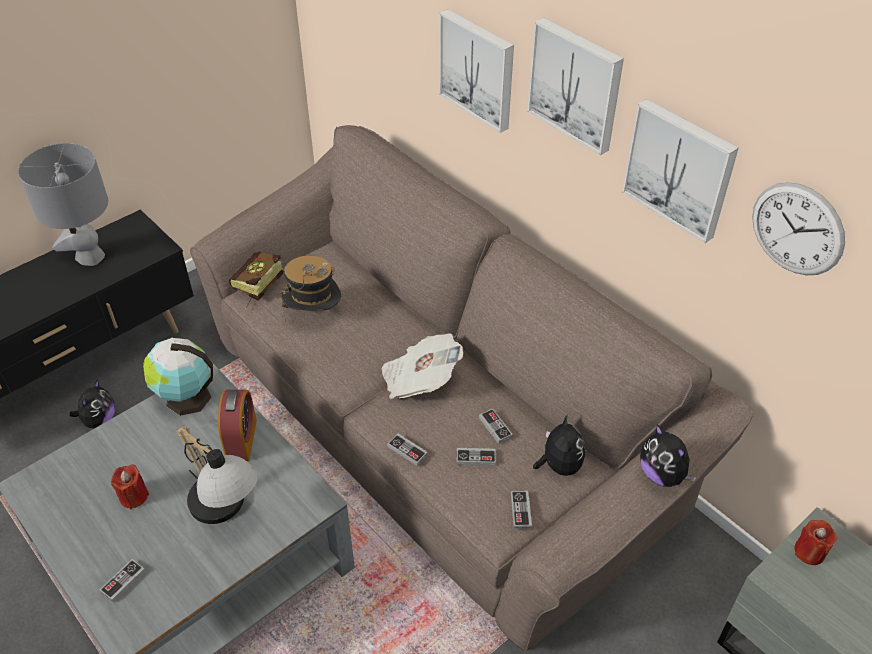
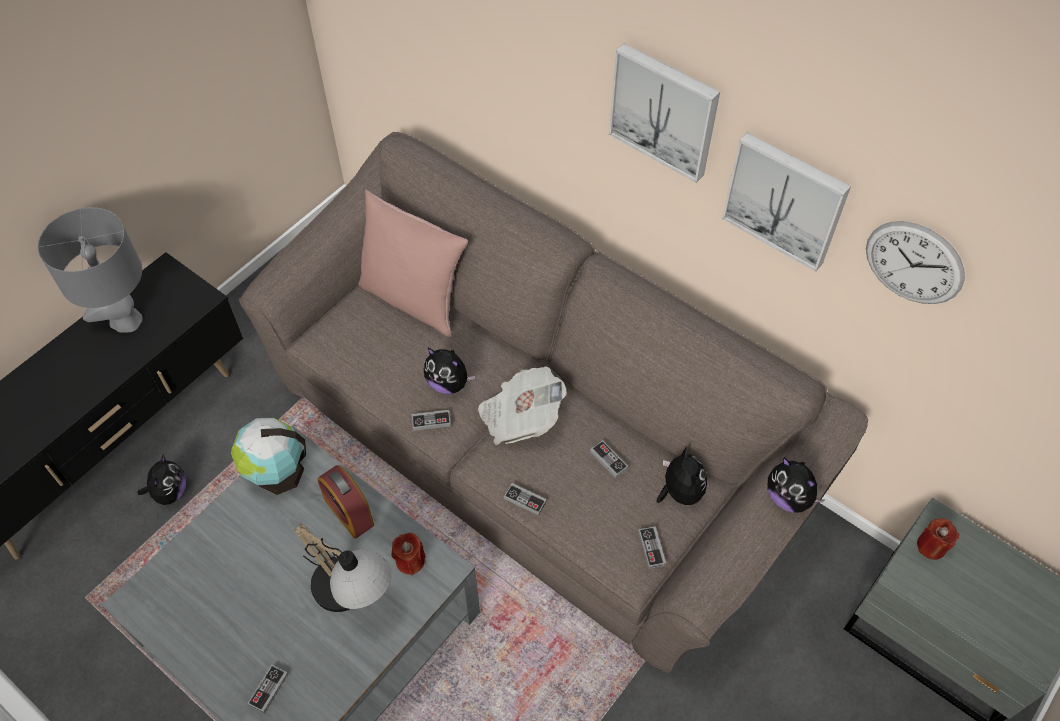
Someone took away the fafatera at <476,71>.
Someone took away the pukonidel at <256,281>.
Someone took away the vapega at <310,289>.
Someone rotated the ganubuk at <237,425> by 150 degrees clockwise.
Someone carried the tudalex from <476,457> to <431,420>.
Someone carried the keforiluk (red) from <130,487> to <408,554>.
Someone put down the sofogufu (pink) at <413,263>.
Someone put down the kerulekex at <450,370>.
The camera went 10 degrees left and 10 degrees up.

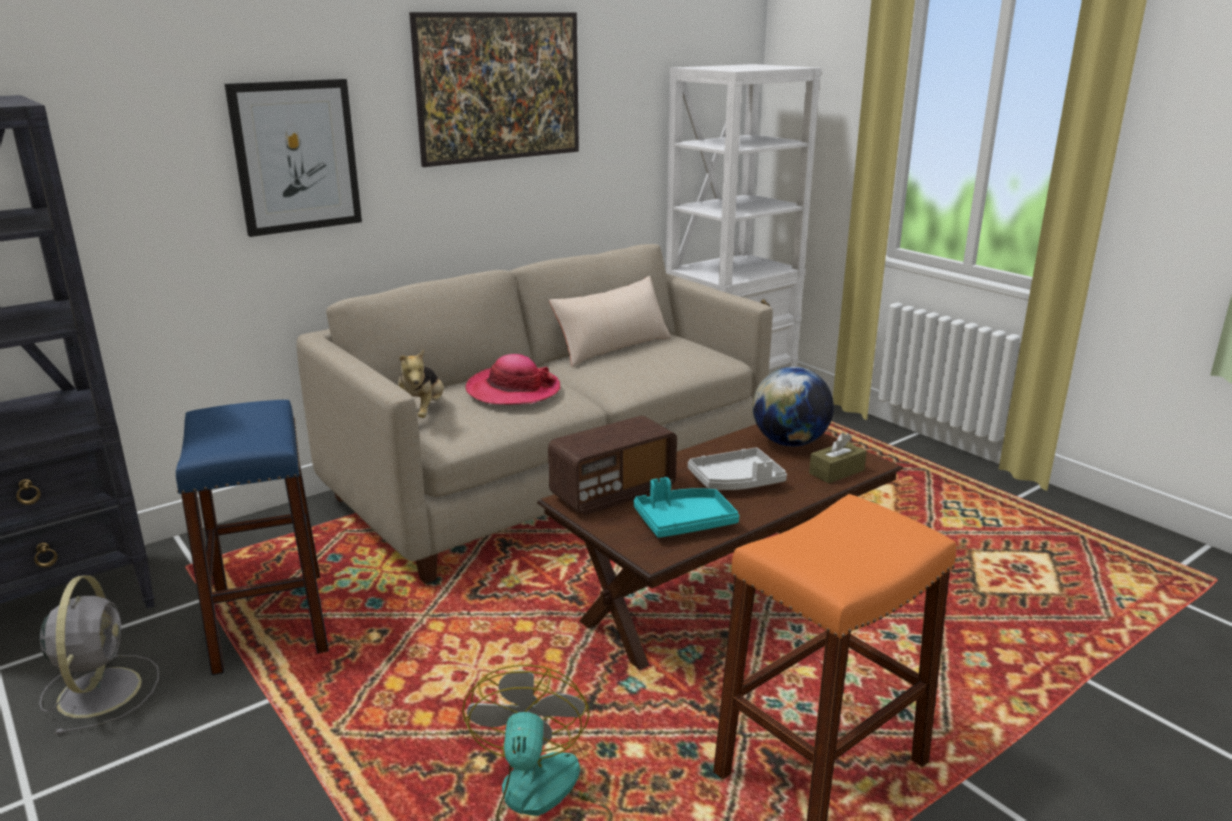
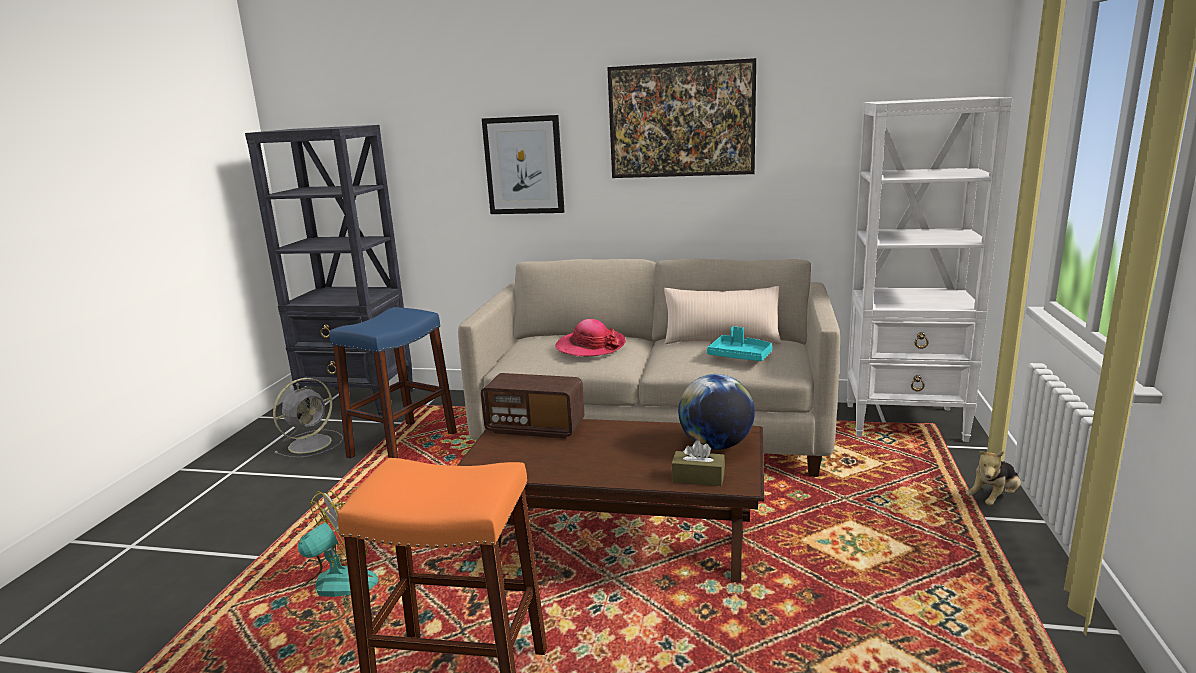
Someone carried the kerulekex from <421,383> to <993,478>.
Someone took away the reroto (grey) at <737,469>.
Someone carried the reroto (turquoise) from <686,507> to <740,343>.
The camera went 50 degrees right and 5 degrees down.

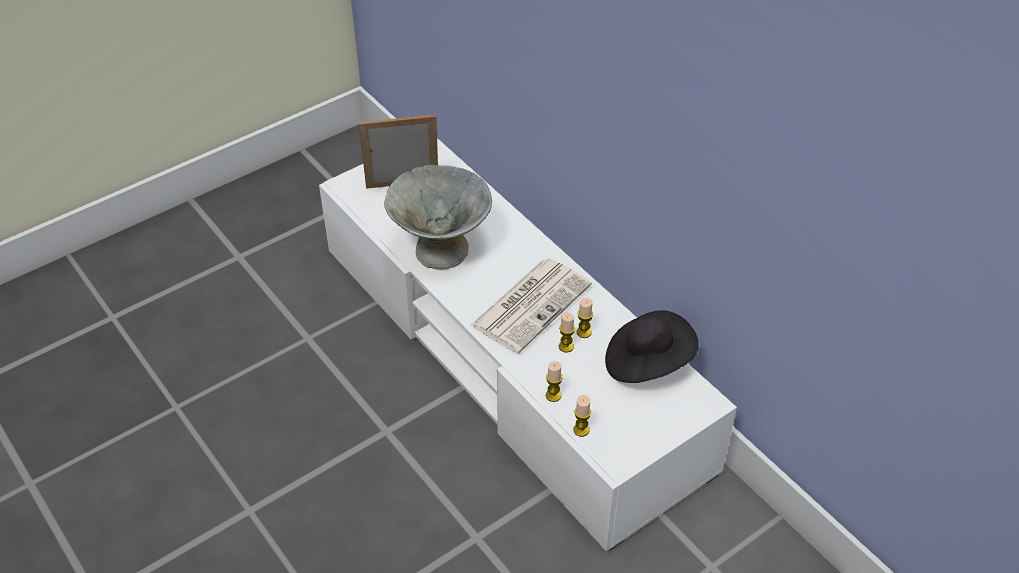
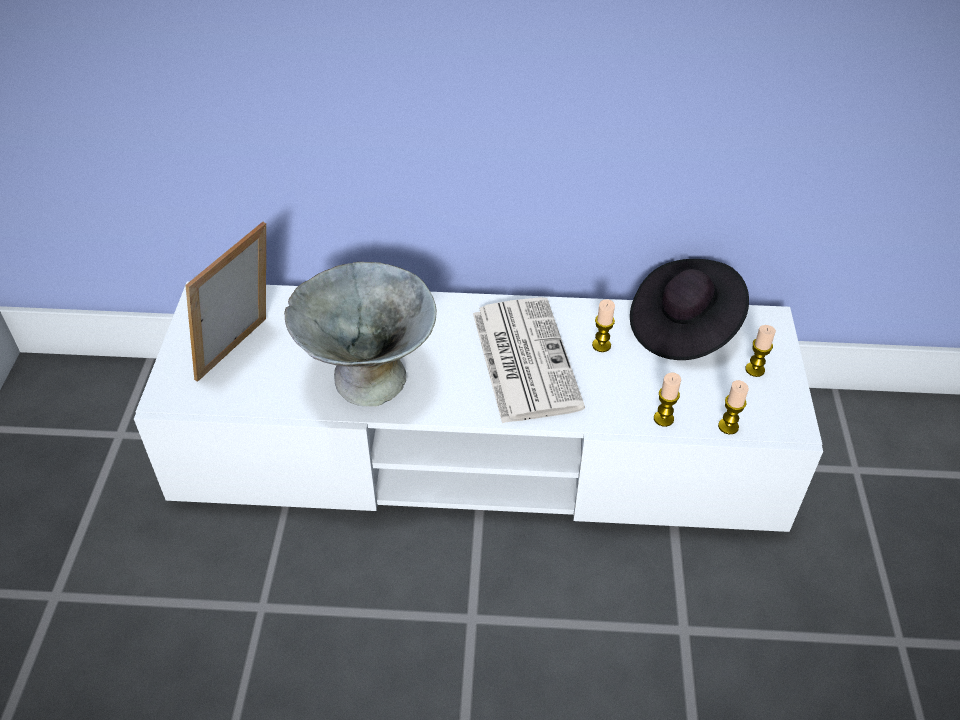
Someone carried the keforiluk from <567,333> to <760,351>.
The camera went 50 degrees left and 0 degrees up.

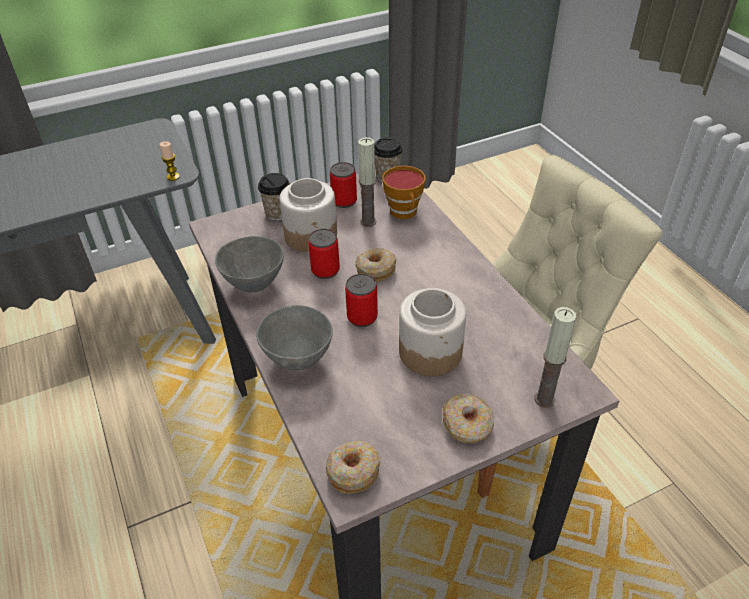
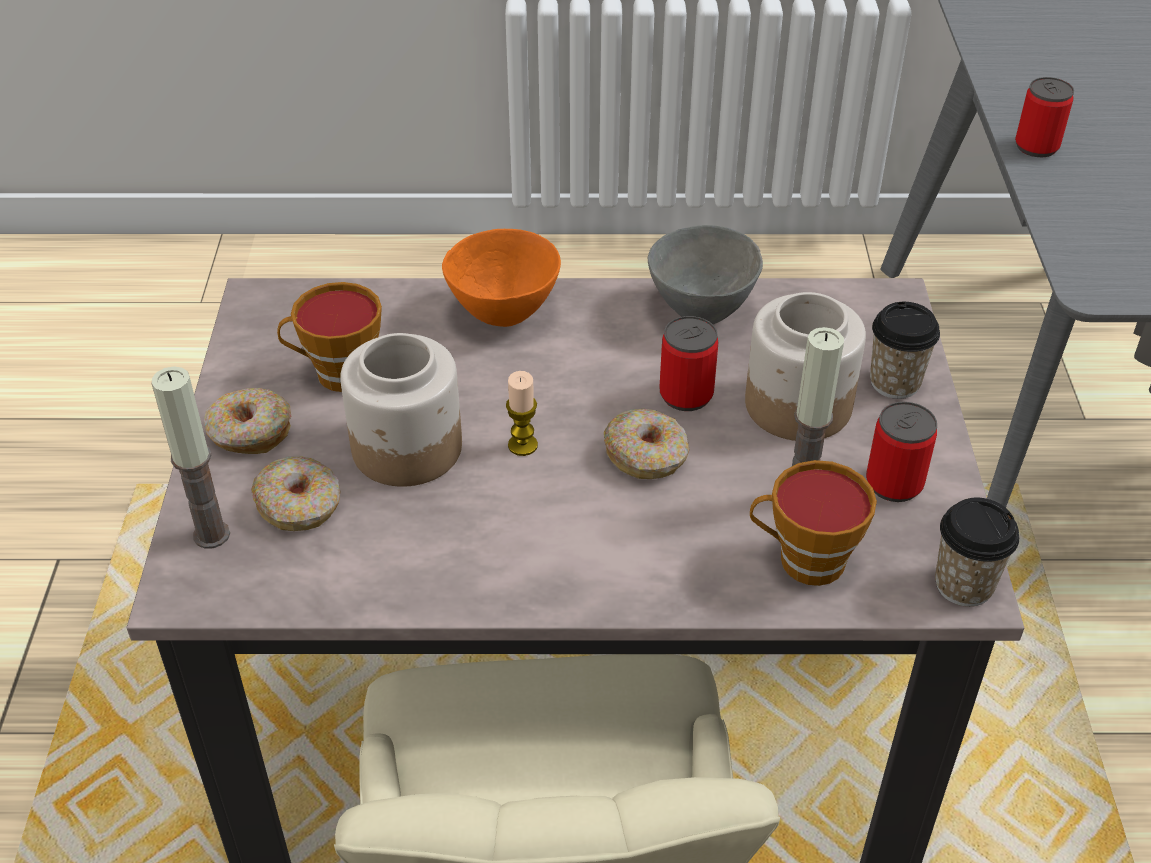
Someone carried the keforiluk from <170,161> to <522,413>.
Someone carried the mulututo from <361,300> to <1044,117>.
Someone repainted the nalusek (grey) at <294,337>, which became the nalusek (orange) at <501,278>.
Someone carried the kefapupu from <353,467> to <296,494>.
Someone put down the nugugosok at <329,337>.
The camera went 115 degrees right and 0 degrees up.

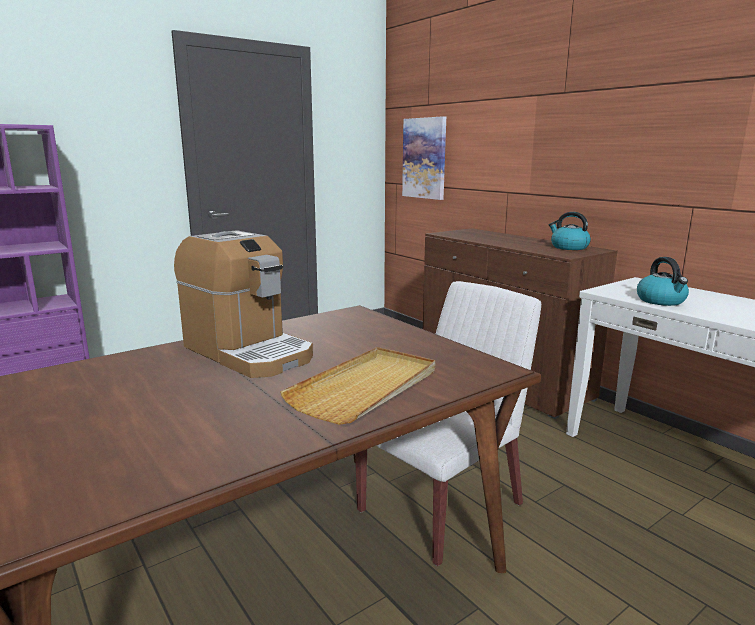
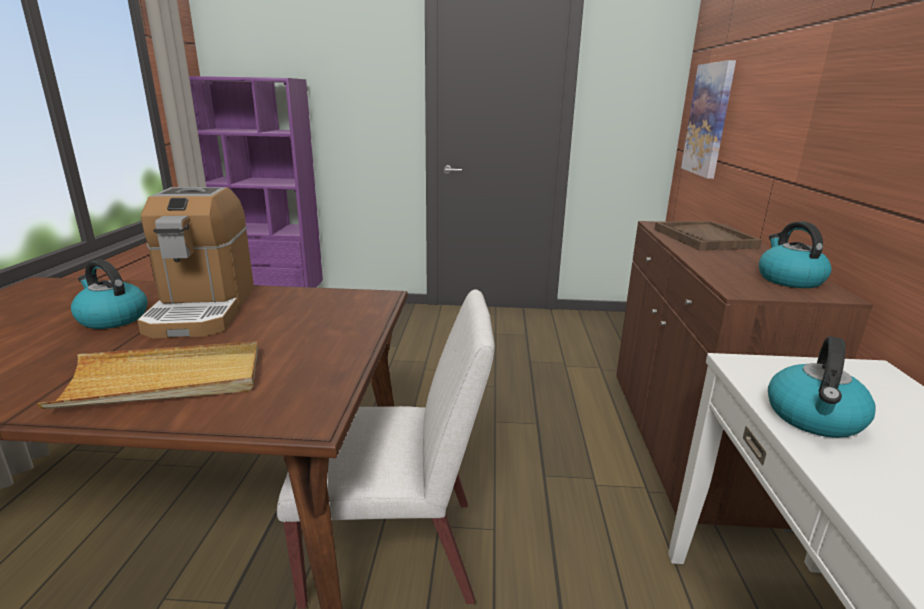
Someone put down the reroto (brown) at <708,235>.
Someone put down the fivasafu at <109,294>.
The camera went 40 degrees right and 5 degrees up.

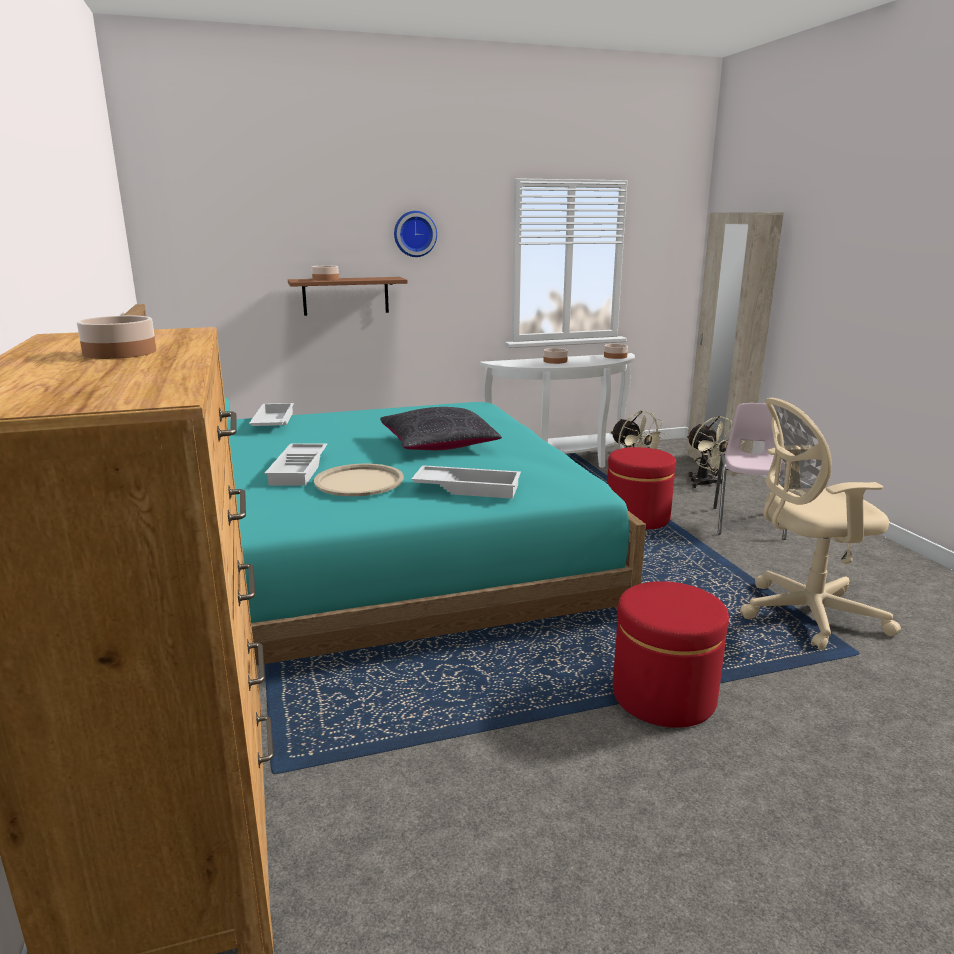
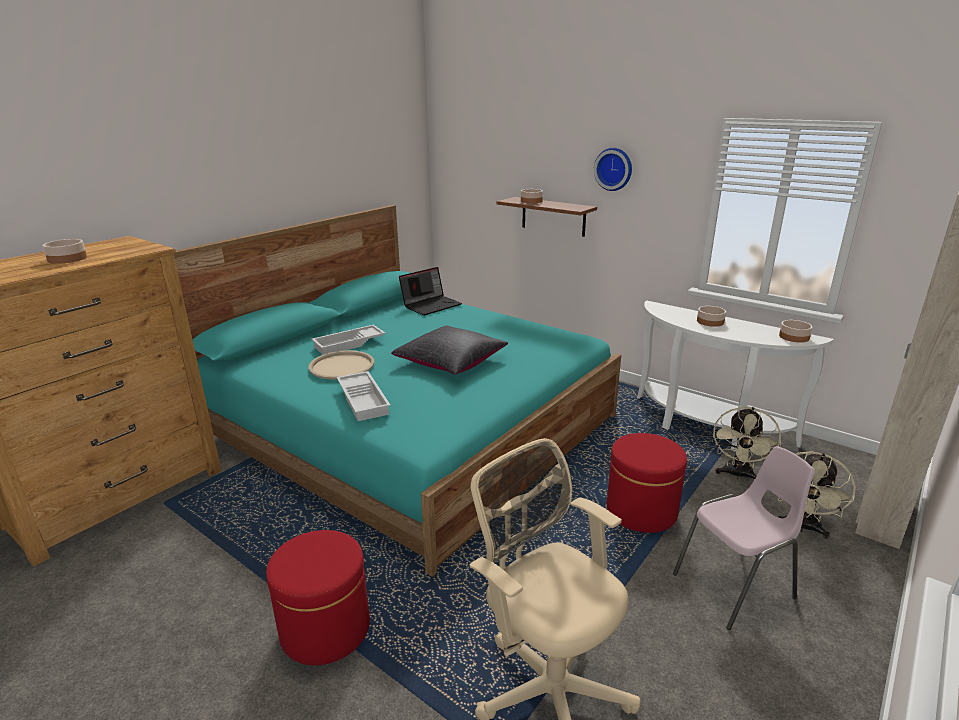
Someone swapped the reroto (white) at <271,414> for the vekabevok at <430,291>.
The camera went 55 degrees right and 5 degrees up.

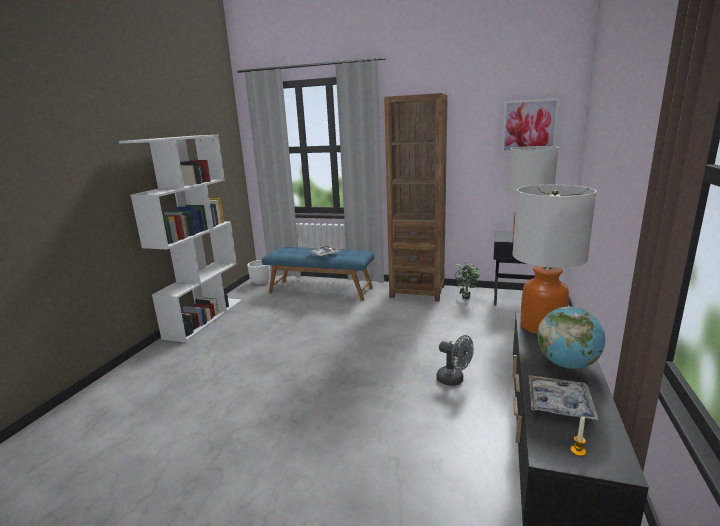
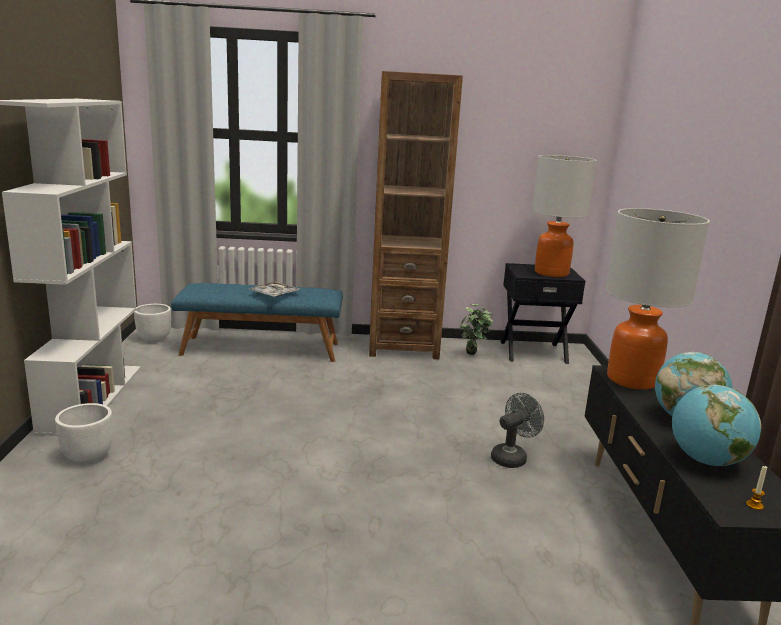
Someone took away the fafatera at <530,125>.
Someone rotated the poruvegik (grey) at <455,360> by 60 degrees counterclockwise.
Someone swapped the reroto at <563,397> for the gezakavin at <716,425>.
Someone put down the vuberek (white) at <84,433>.
The camera went 20 degrees left and 0 degrees up.

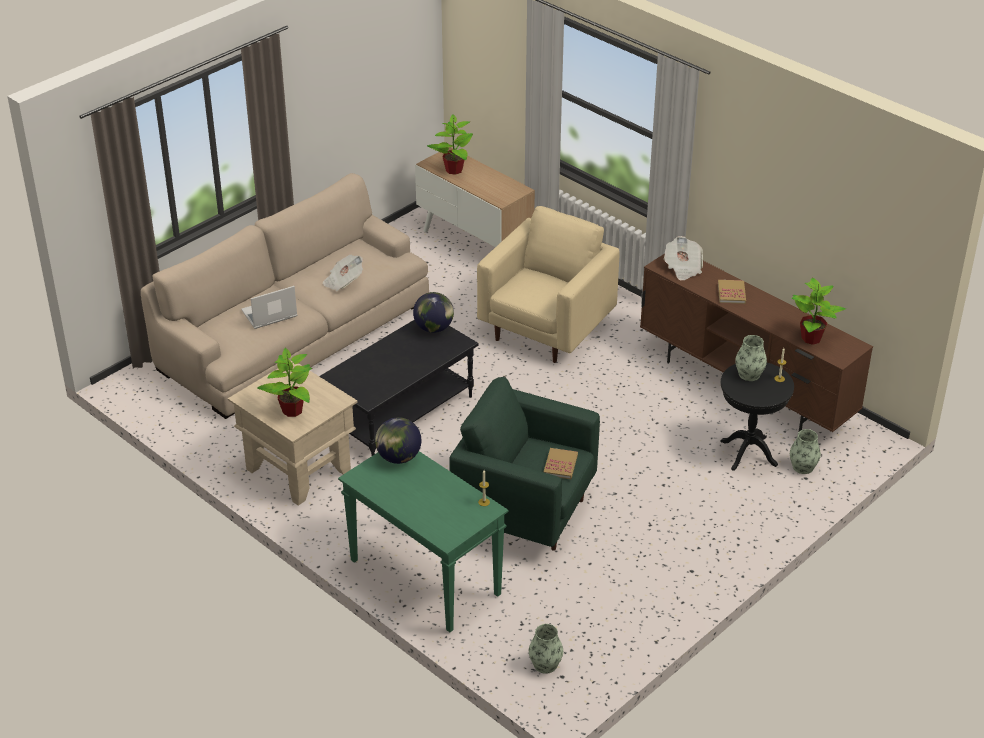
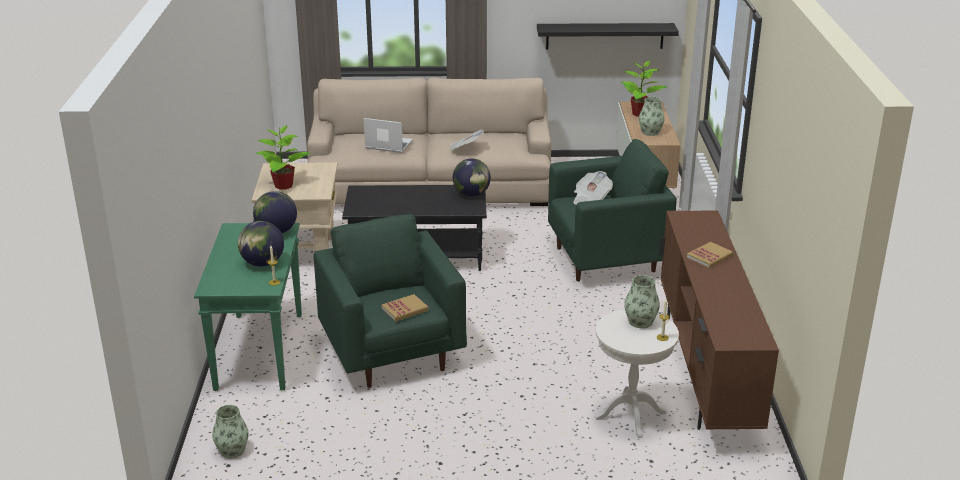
Someone repainted the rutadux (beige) at <548,284>, which became the rutadux (green) at <612,210>.
Someone carried the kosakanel from <683,258> to <593,188>.
Someone took away the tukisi at <819,311>.
Someone repainted the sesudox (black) at <757,417>, which became the sesudox (white) at <637,374>.
Someone carried the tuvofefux from <805,451> to <652,116>.
Someone put up the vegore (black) at <608,36>.
Someone put down the gezakavin at <261,243>.
The camera went 45 degrees right and 10 degrees down.

